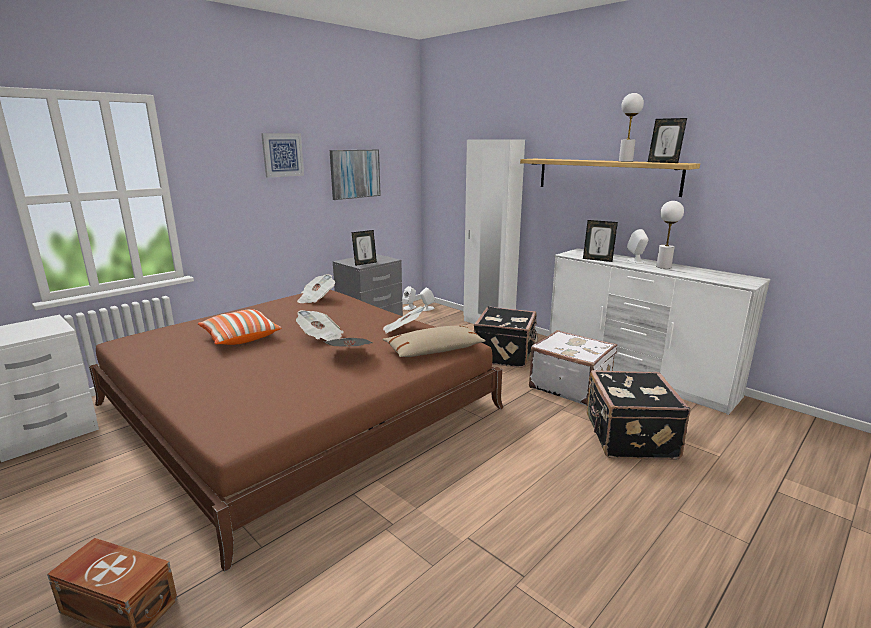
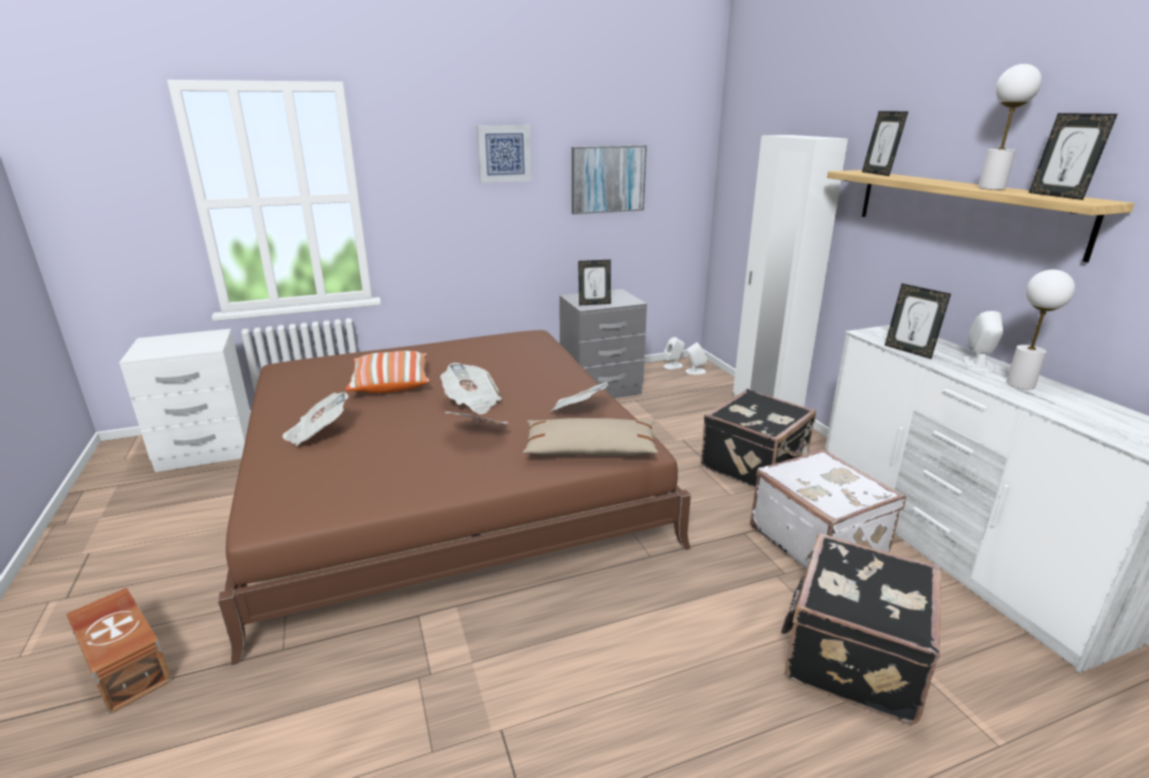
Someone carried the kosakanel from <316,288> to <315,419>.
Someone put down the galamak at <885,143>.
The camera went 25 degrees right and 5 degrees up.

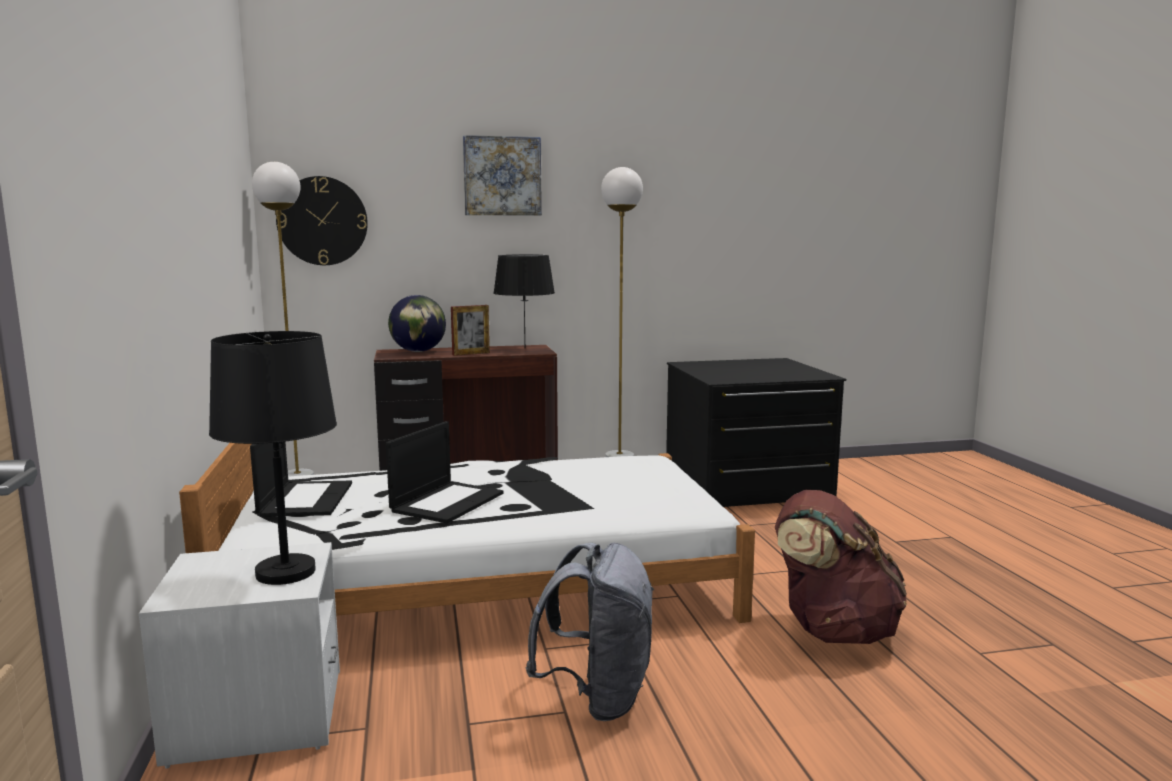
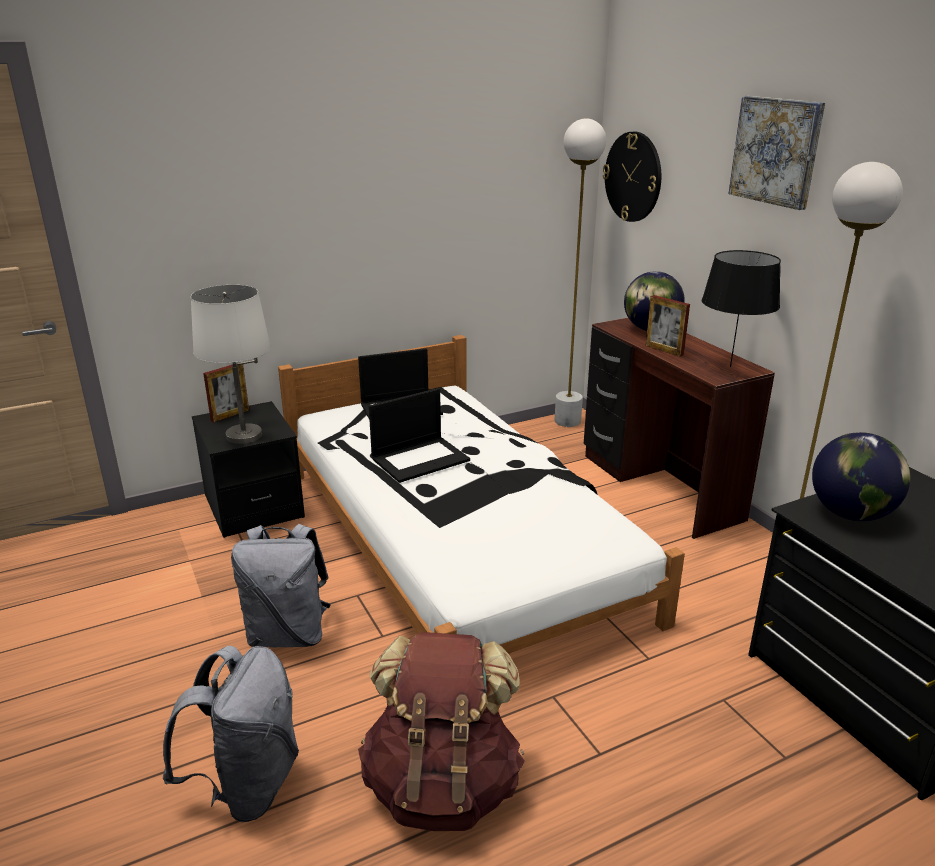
Someone repainted the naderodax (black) at <273,458>, which became the naderodax (white) at <231,364>.
Someone rotated the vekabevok at <444,472> by 45 degrees counterclockwise.
Someone repainted the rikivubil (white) at <239,655>, which became the rikivubil (black) at <248,469>.
Someone put down the galamak at <226,392>.
Someone put down the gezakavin at <861,476>.
Someone put down the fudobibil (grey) at <231,734>.
The camera went 75 degrees right and 15 degrees up.

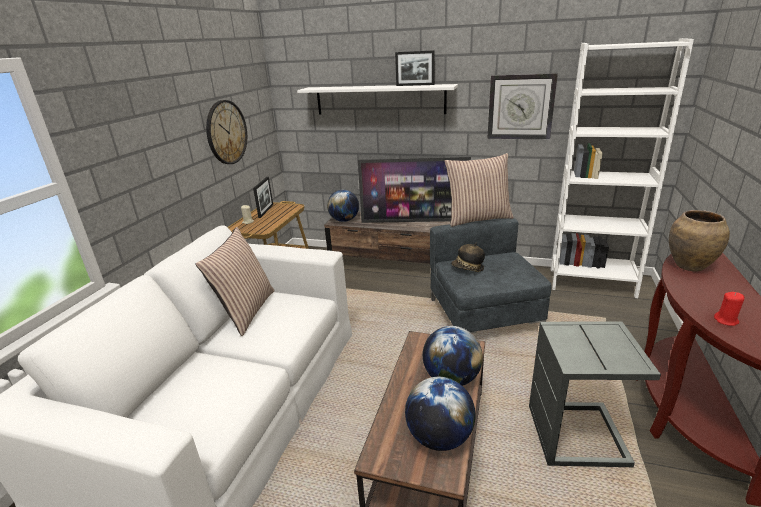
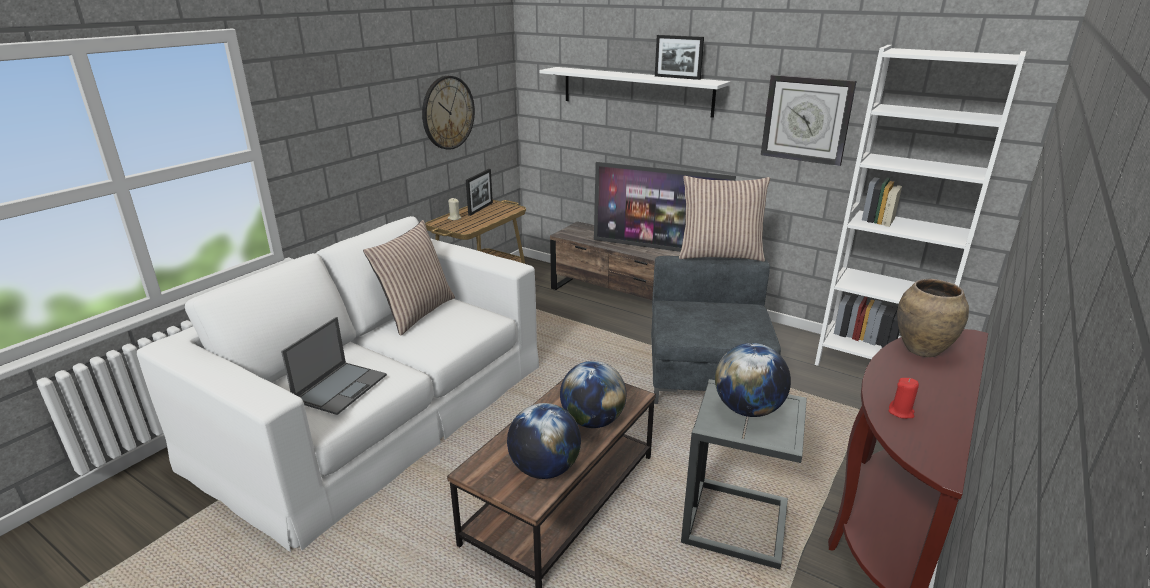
Someone carried the gezakavin from <343,206> to <753,380>.
Someone took away the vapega at <468,257>.
Someone put down the vekabevok at <334,366>.
The camera went 15 degrees right and 0 degrees up.

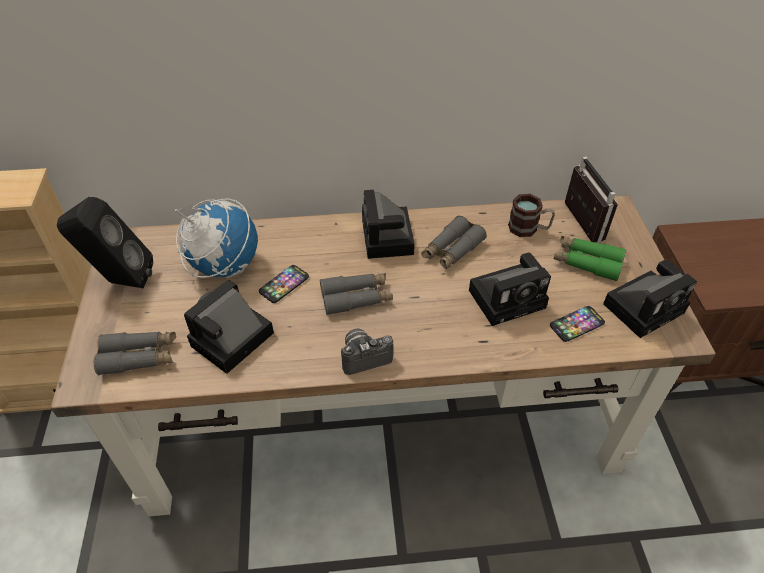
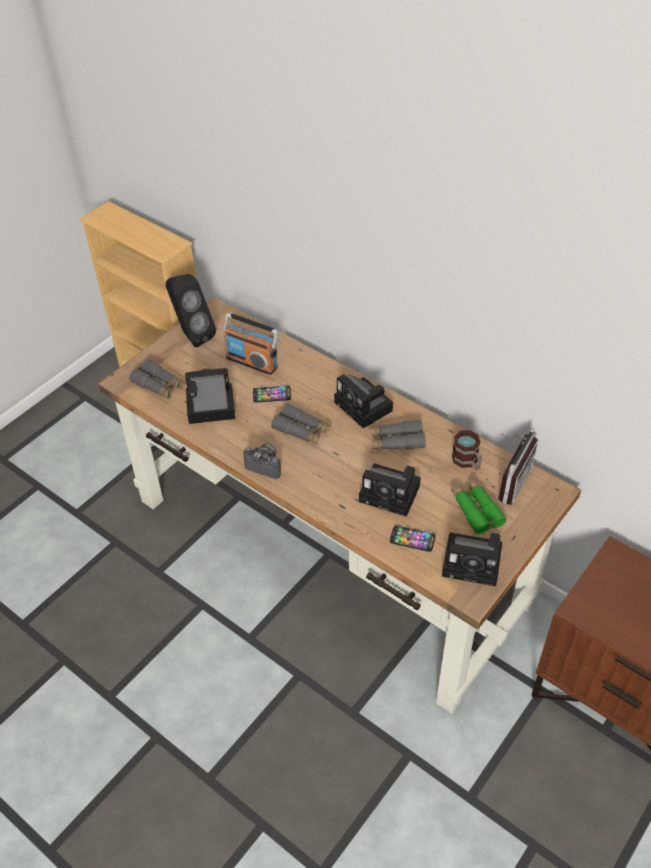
Someone rotated the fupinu at <388,224> by 75 degrees counterclockwise.
Someone swapped the gezakavin at <216,238> for the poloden at <251,344>.
The camera went 45 degrees right and 0 degrees up.

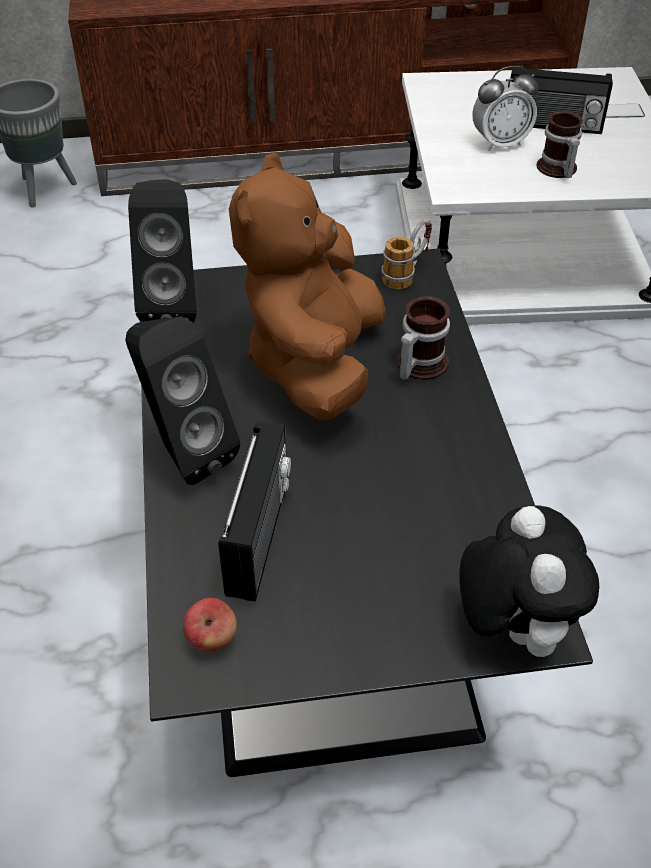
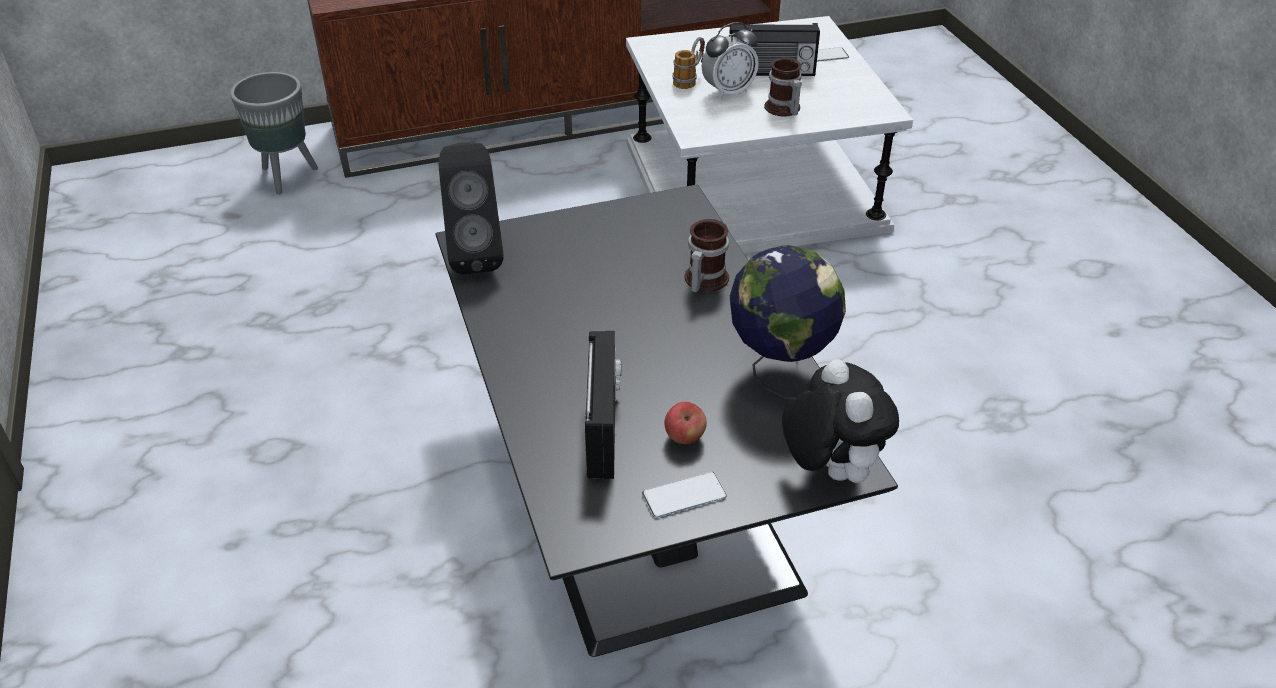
Someone took away the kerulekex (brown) at <307,286>.
Someone carried the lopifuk from <407,254> to <688,63>.
Someone took away the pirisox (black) at <182,400>.
Someone carried the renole from <210,625> to <685,423>.
Someone put down the gezakavin at <788,322>.
Someone put down the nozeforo at <684,495>.
The camera went 10 degrees left and 5 degrees down.

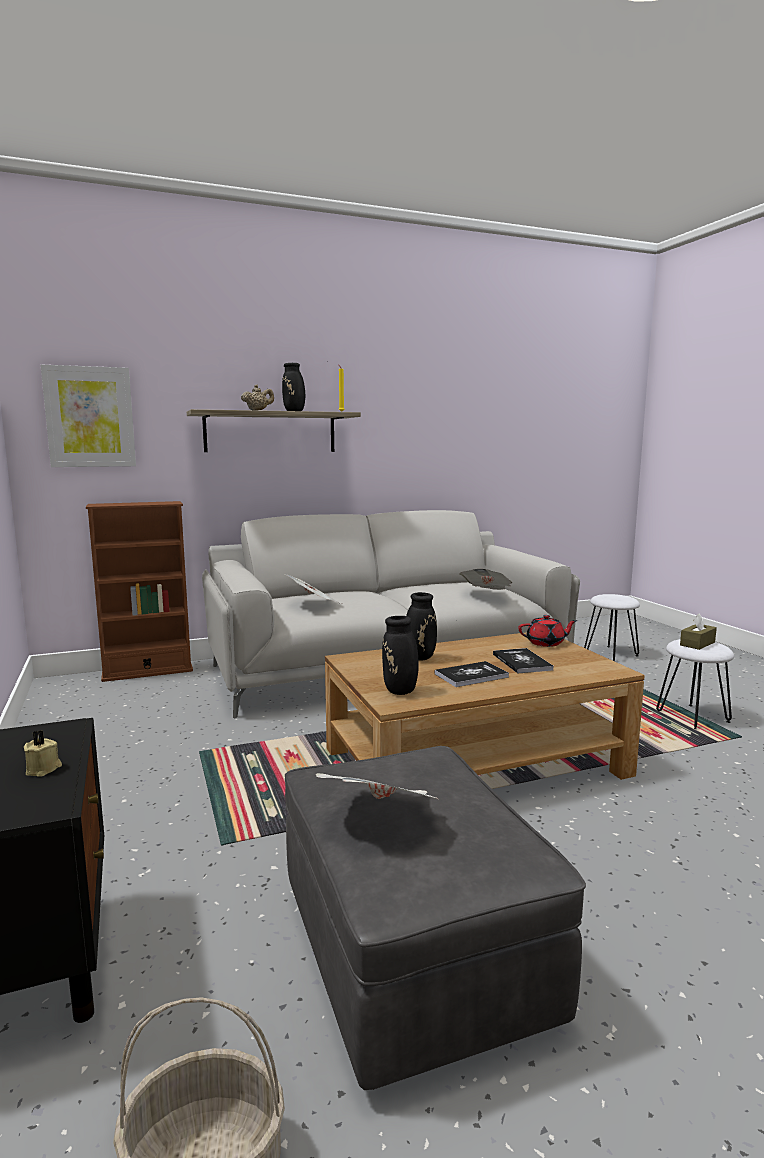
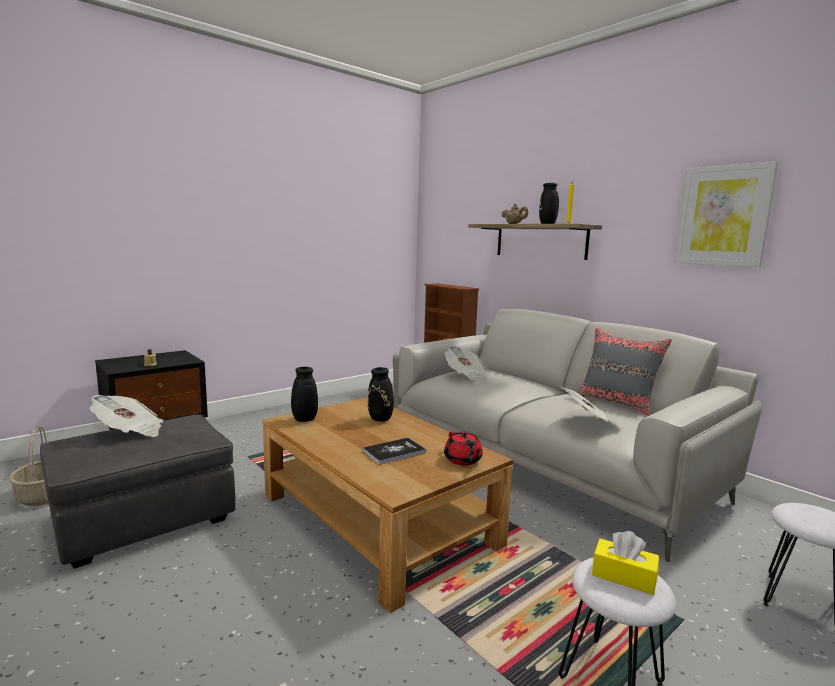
Someone carried the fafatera from <88,416> to <726,214>.
Someone repainted the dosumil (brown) at <698,631>, which became the dosumil (yellow) at <625,563>.
Someone took away the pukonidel at <472,674>.
Someone put down the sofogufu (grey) at <625,372>.
The camera went 70 degrees right and 0 degrees up.

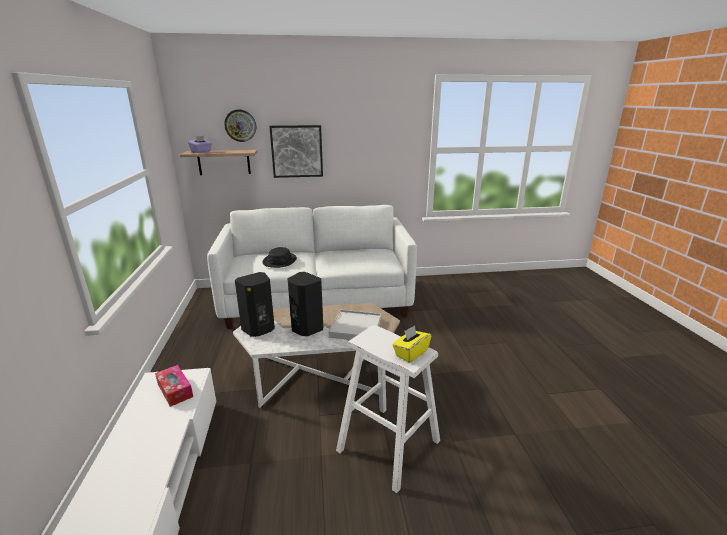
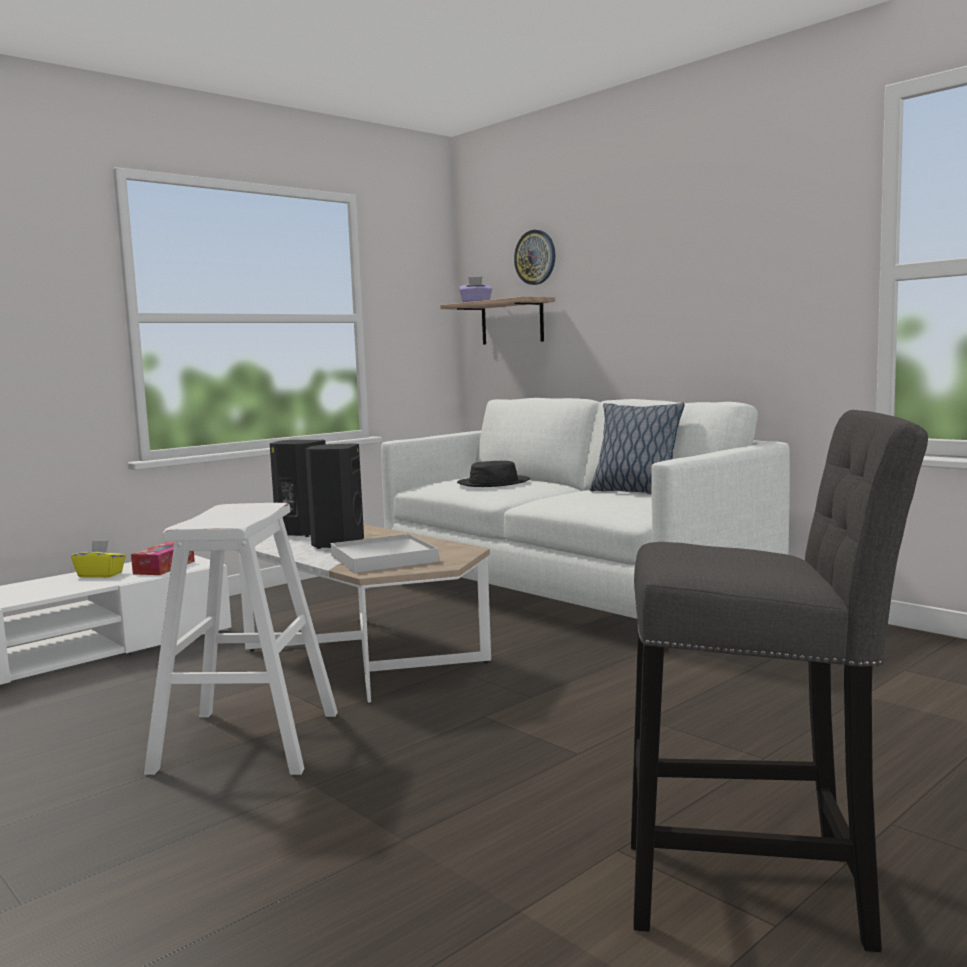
Someone took away the fafatera at <296,151>.
Someone carried the dosumil (yellow) from <411,343> to <98,559>.
Someone put down the sofogufu at <637,448>.
Someone put down the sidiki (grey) at <779,681>.
The camera went 55 degrees right and 15 degrees down.

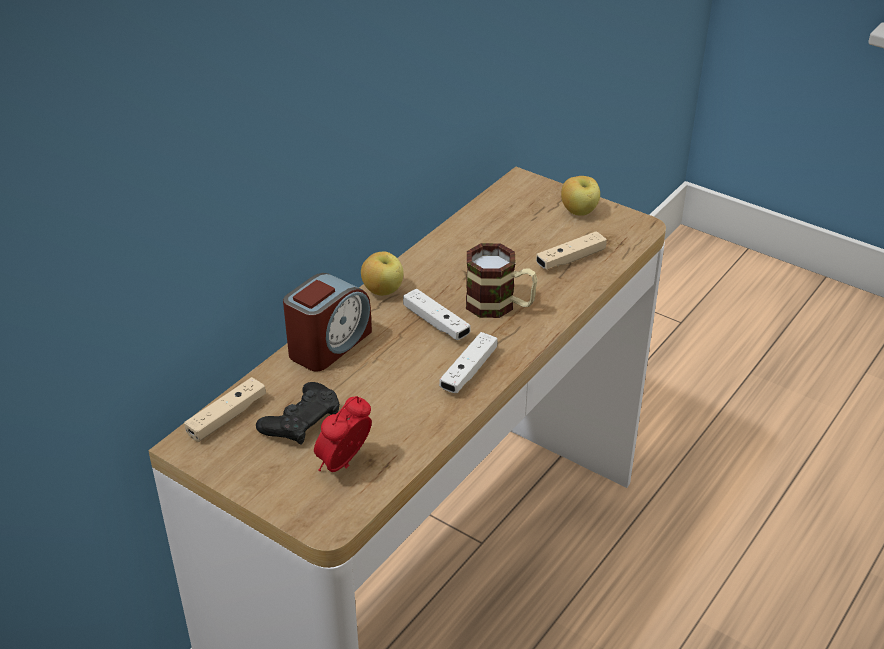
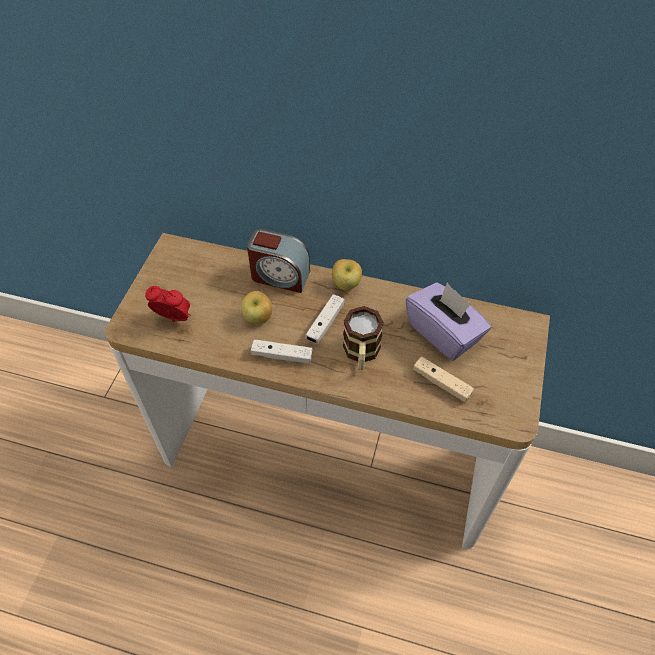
Someone carried the renole from <580,196> to <257,307>.
Someone took away the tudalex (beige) at <225,409>.
Someone took away the tudalex (black) at <298,413>.
Someone put down the dosumil (purple) at <448,321>.
The camera went 70 degrees right and 15 degrees up.

